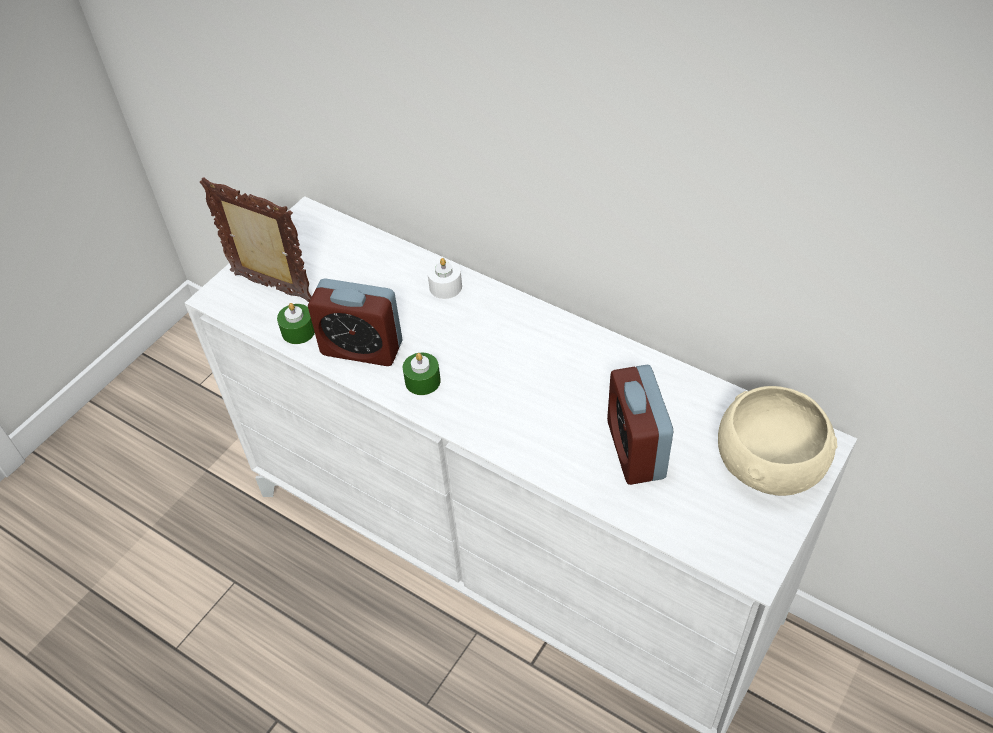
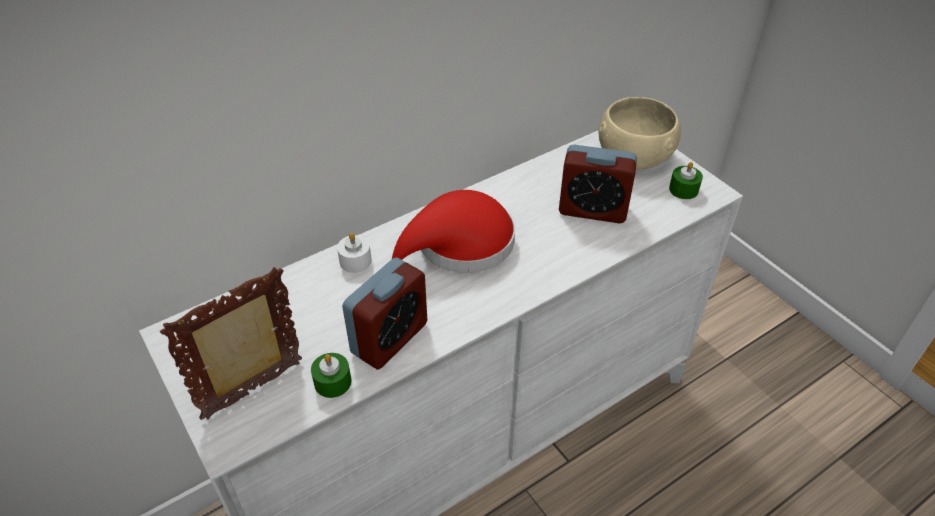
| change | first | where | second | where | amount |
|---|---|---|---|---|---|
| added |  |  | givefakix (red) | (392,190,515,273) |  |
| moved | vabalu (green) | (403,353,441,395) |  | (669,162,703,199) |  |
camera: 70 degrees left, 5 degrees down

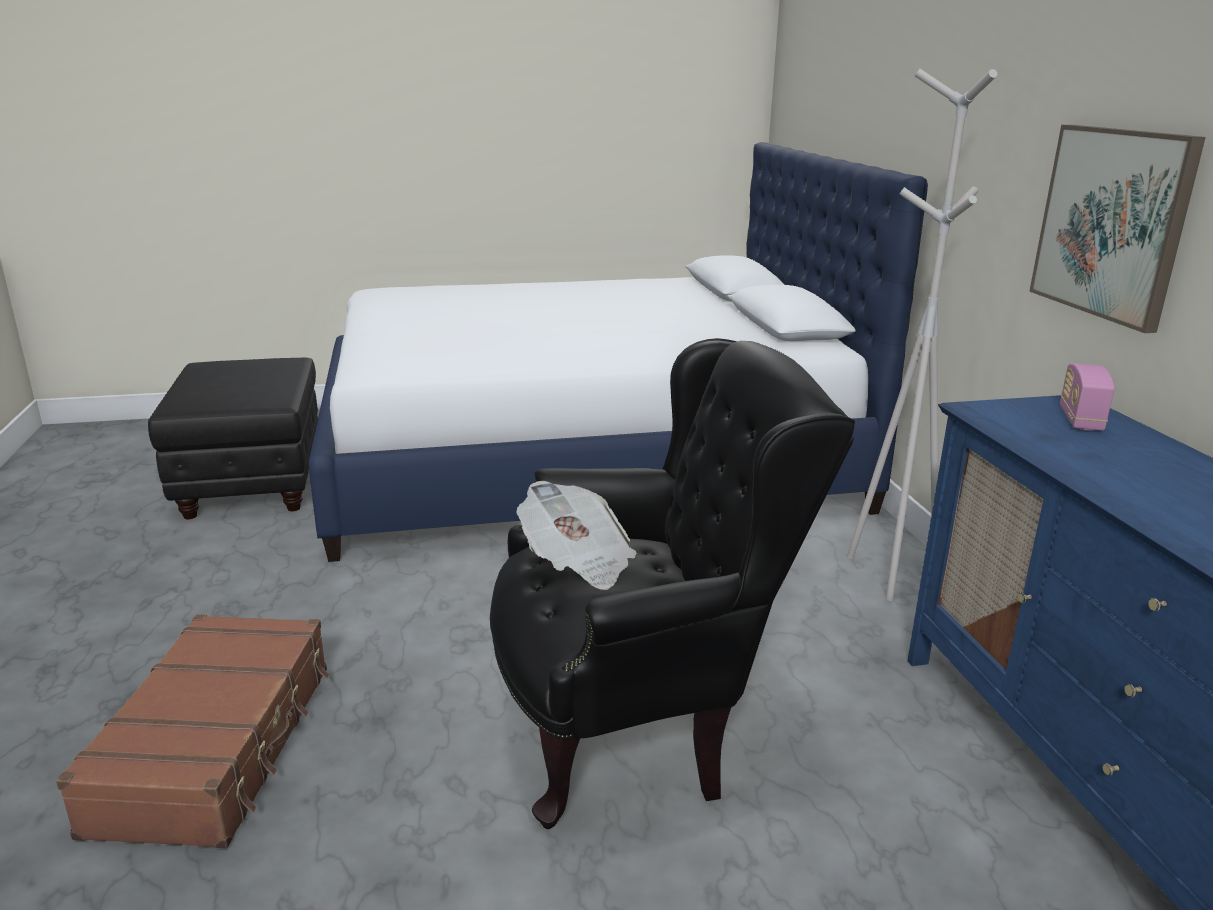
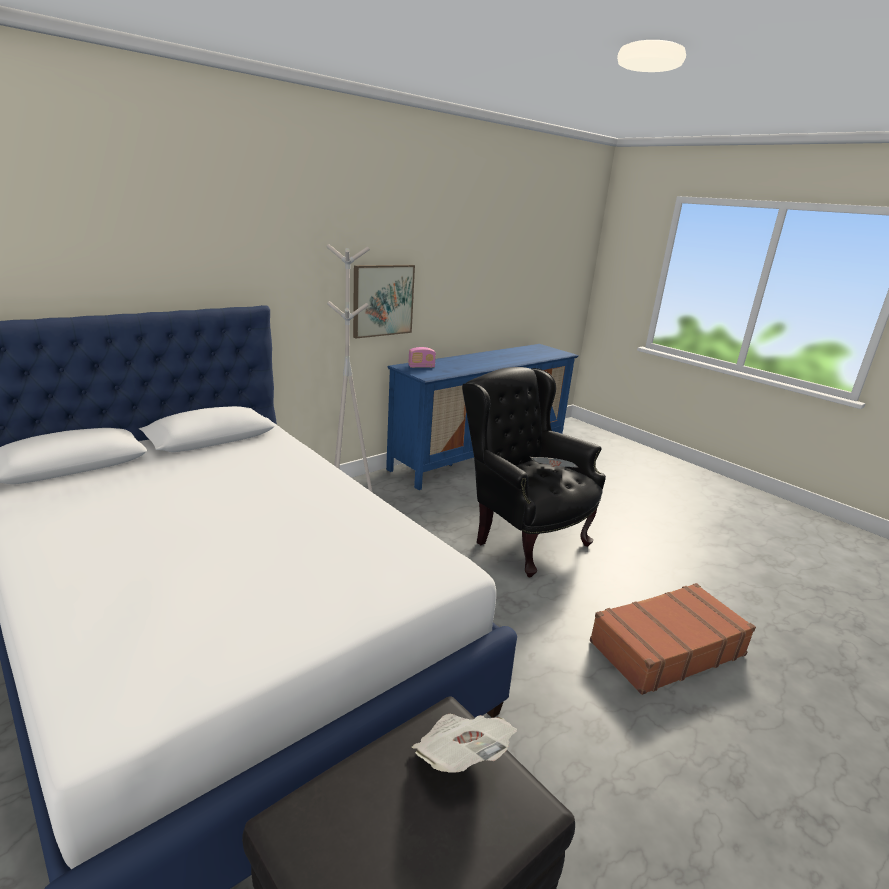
| change | first | where | second | where | amount |
|---|---|---|---|---|---|
| added |  |  | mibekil | (412,714,517,773) |  |
camera: 120 degrees left, 0 degrees up

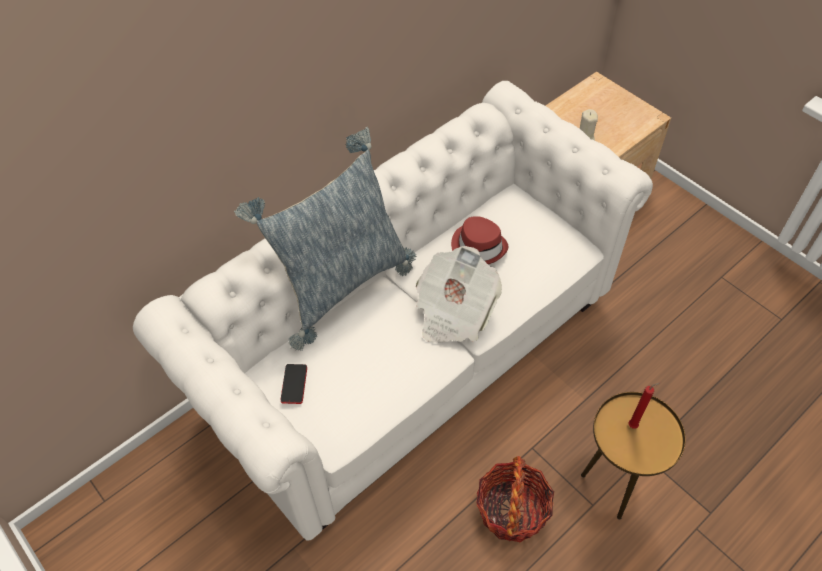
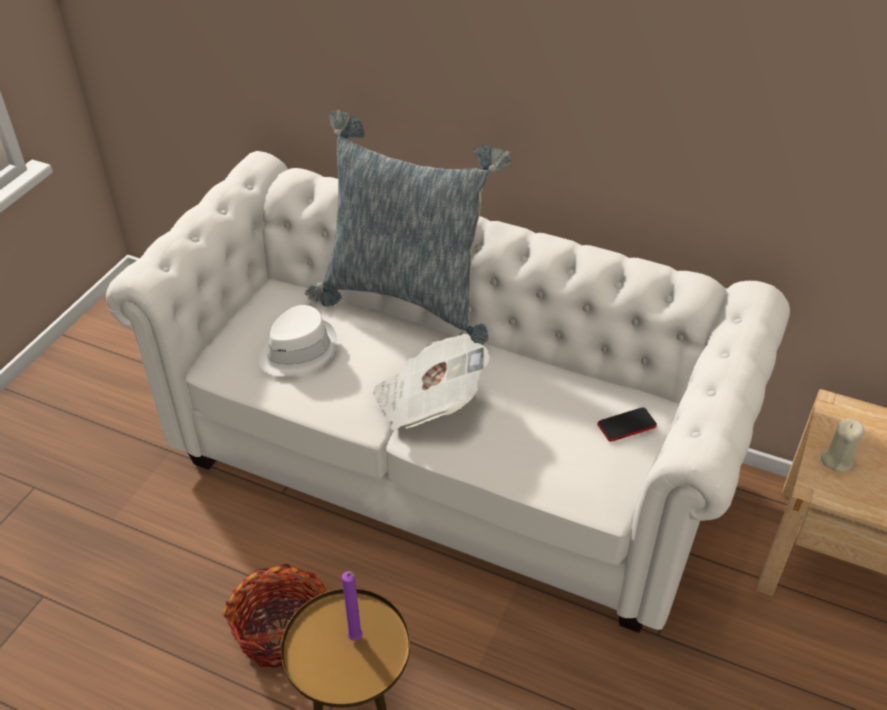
| change | first | where | second | where | amount |
|---|---|---|---|---|---|
| added |  |  | givefakix (white) | (259,305,337,377) |  |
| recoloured | vabalu (red) | (628,382,661,429) | vabalu (purple) | (342,571,363,641) |  |
| moved | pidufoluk | (281,364,307,404) |  | (597,407,657,442) |  |
| removed | givefakix (red) | (451,216,508,264) |  |  |  |
camera: 65 degrees right, 10 degrees down

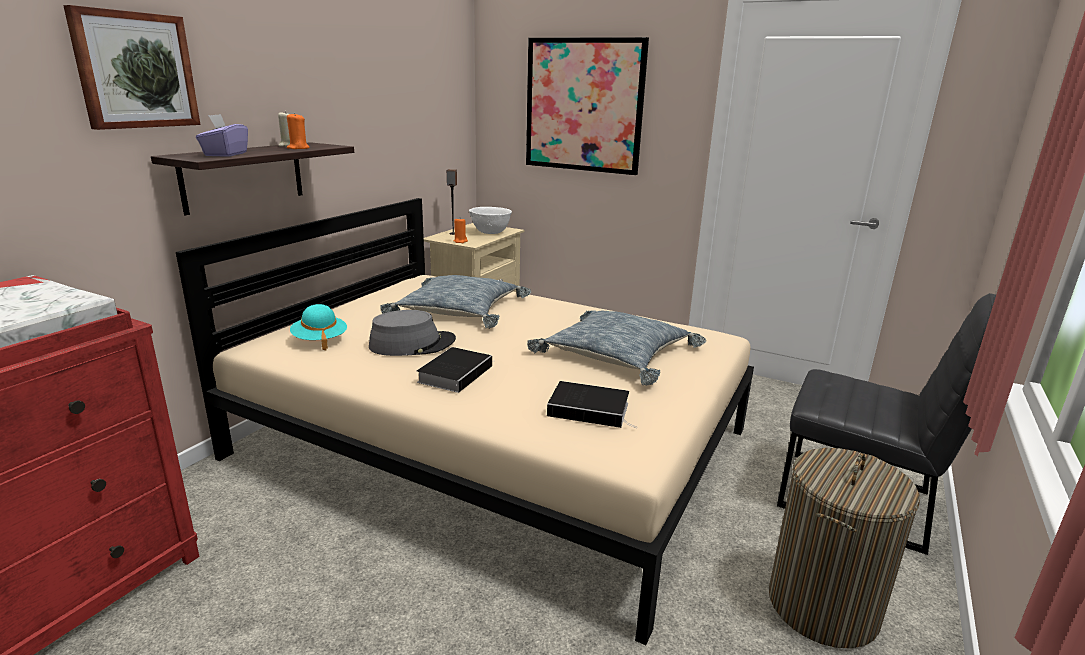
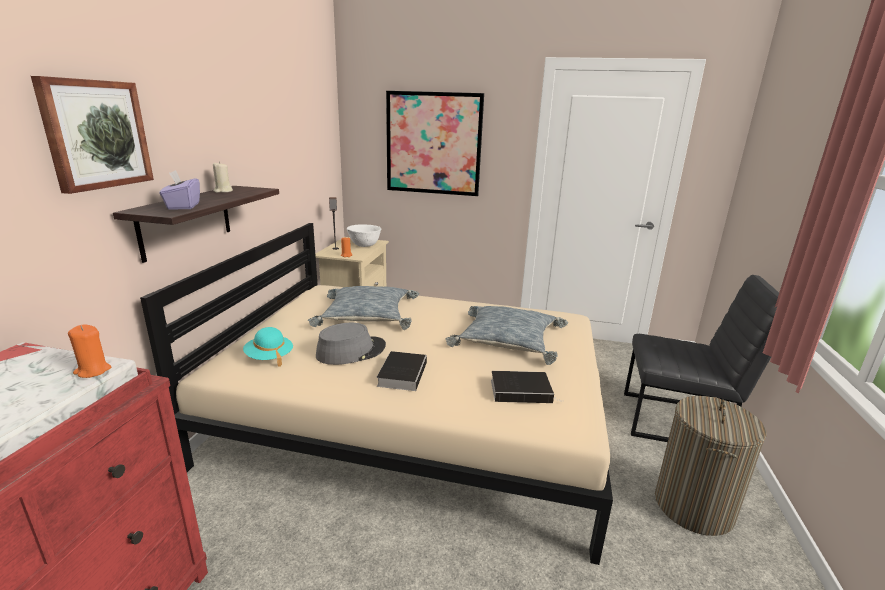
| change | first | where | second | where | amount |
|---|---|---|---|---|---|
| moved | vabalu (orange) | (287,112,310,149) |  | (68,324,111,378) |  |
camera: 15 degrees left, 0 degrees up

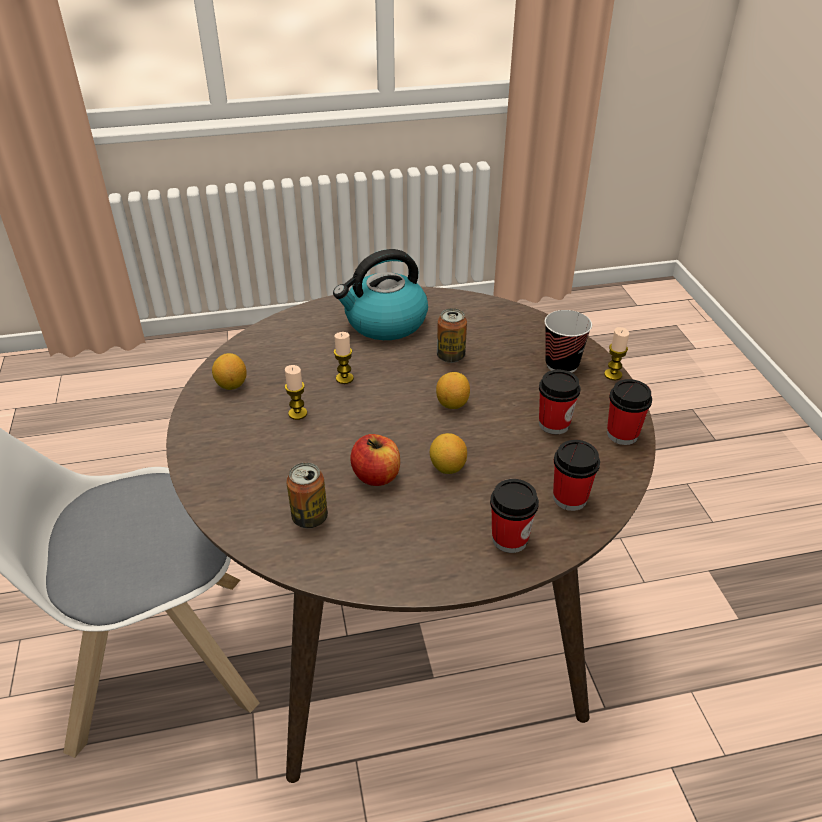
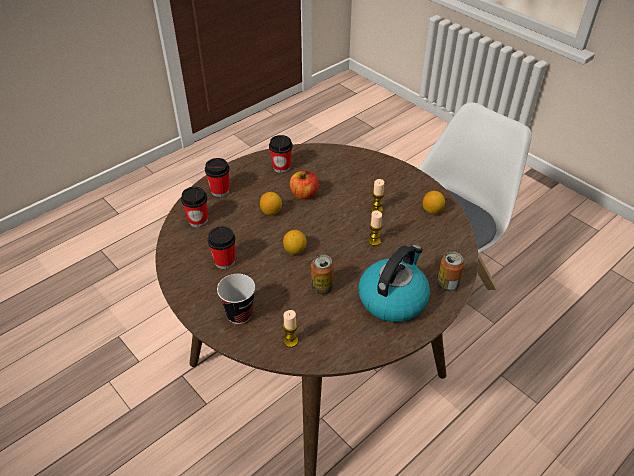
| change | first | where | second | where | amount |
|---|---|---|---|---|---|
| moved | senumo | (607,379,652,445) |  | (269,135,293,173) |  |
| moved | vabalu | (604,327,629,380) |  | (283,310,298,347) |  |
| moved | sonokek | (286,463,328,528) |  | (437,251,465,291) |  |
camera: 150 degrees right, 5 degrees up

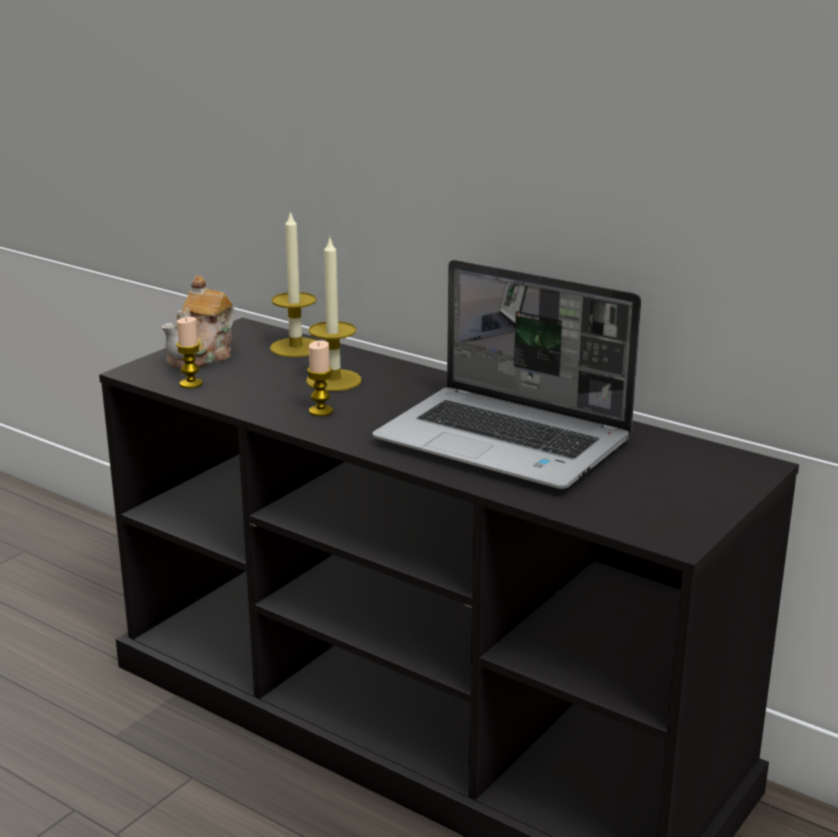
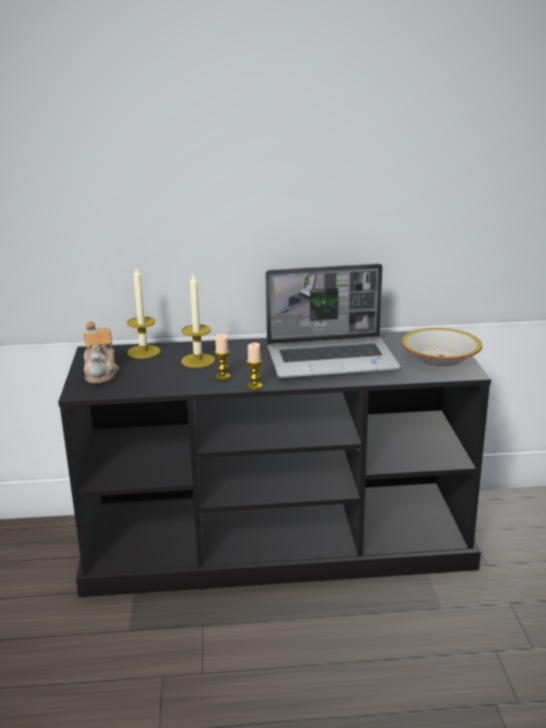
| change | first | where | second | where | amount |
|---|---|---|---|---|---|
| moved | vabalu | (176,317,203,389) |  | (246,343,262,390) |  |
| added |  |  | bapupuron | (401,328,482,366) |  |
camera: 40 degrees left, 0 degrees up

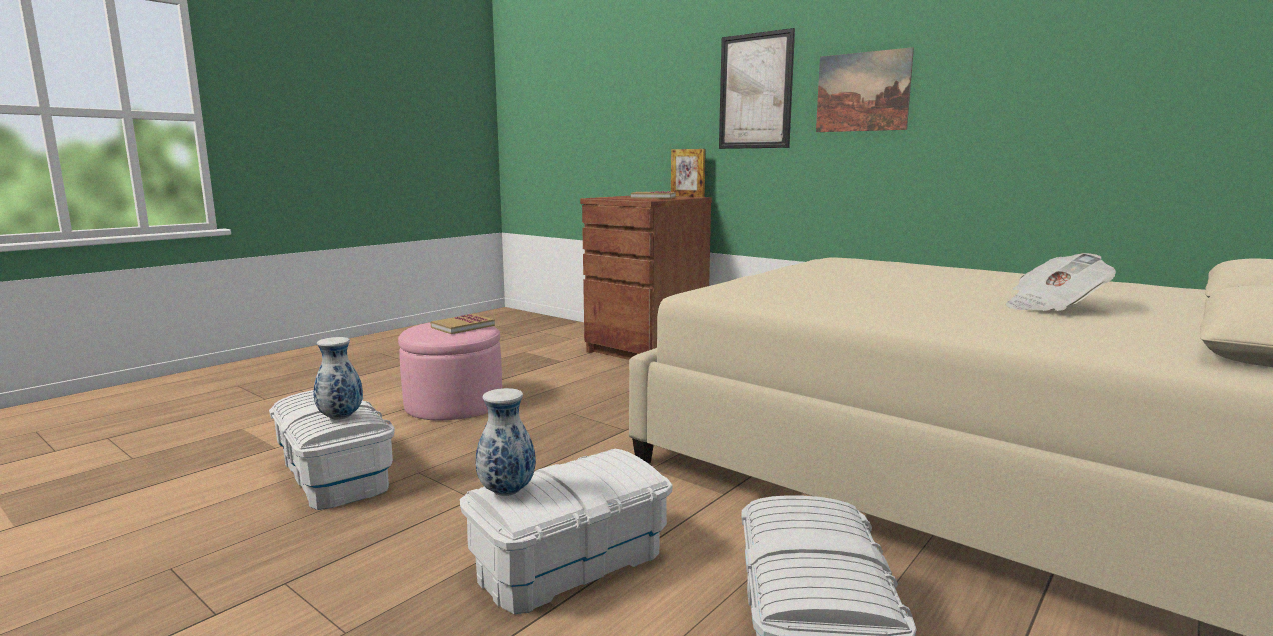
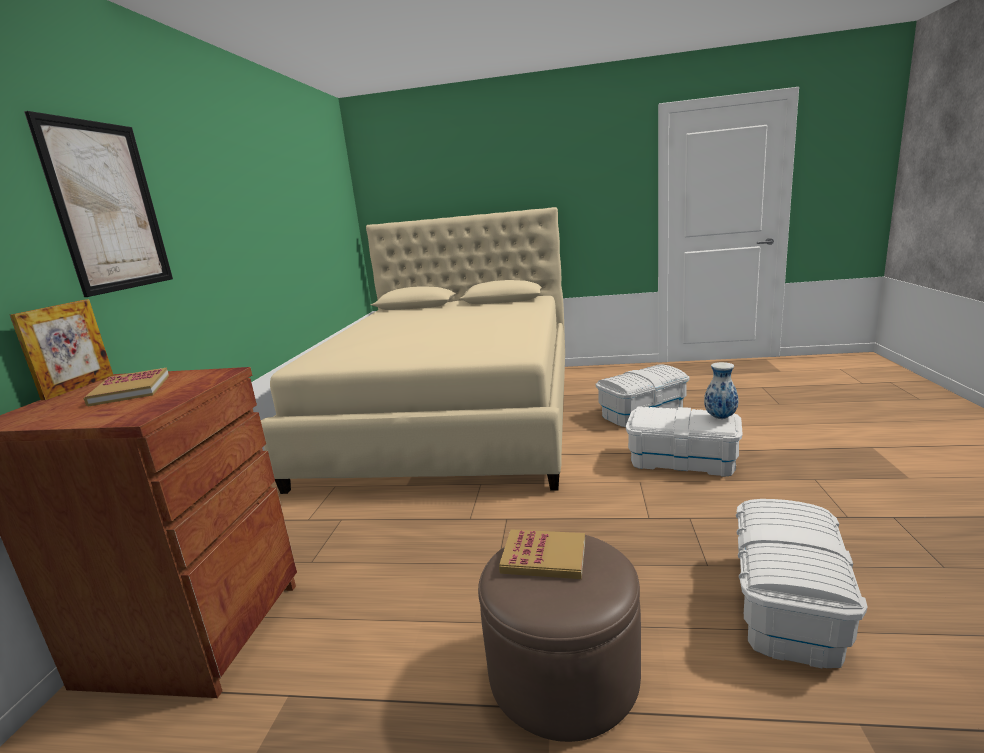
| change | first | where | second | where | amount |
|---|---|---|---|---|---|
| recoloured | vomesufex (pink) | (398,323,502,420) | vomesufex (brown) | (478,535,641,742) |  |
| removed | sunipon | (313,337,363,420) |  |  |  |
| removed | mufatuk | (816,47,914,132) |  |  |  |
| removed | mibekil | (1005,253,1116,311) |  |  |  |
camera: 120 degrees left, 5 degrees up

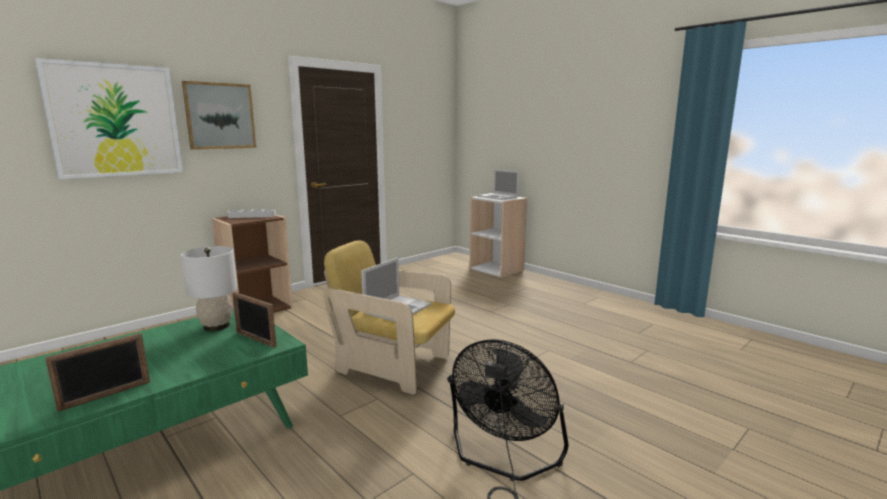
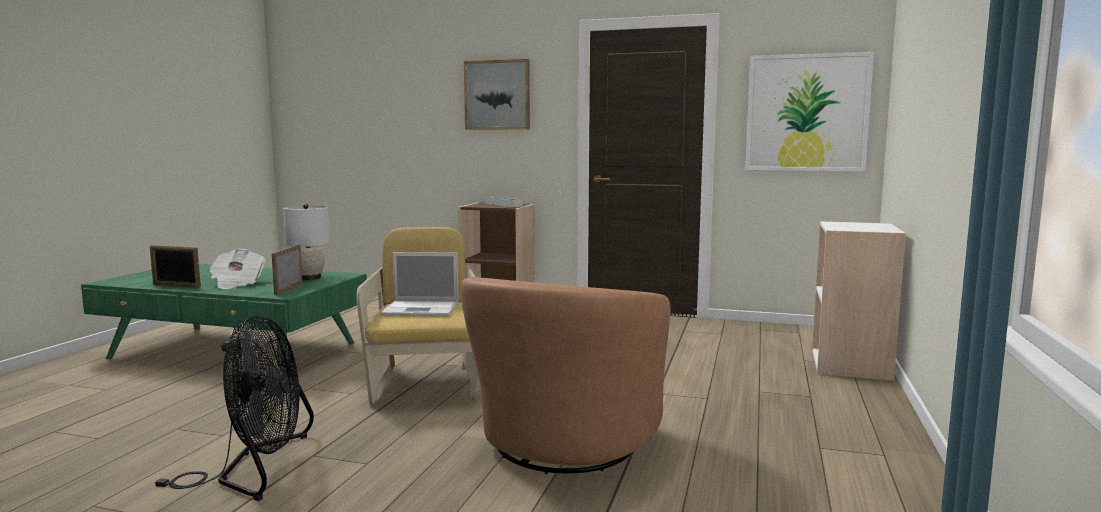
| change | first | where | second | where | amount |
|---|---|---|---|---|---|
| added |  |  | mibekil | (209,249,266,289) |  |
| added |  |  | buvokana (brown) | (461,277,671,474) |  |
| moved | mufatuk | (35,58,183,179) |  | (745,52,874,171) |  |
| removed | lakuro | (477,169,520,200) |  |  |  |
camera: 60 degrees right, 5 degrees down

